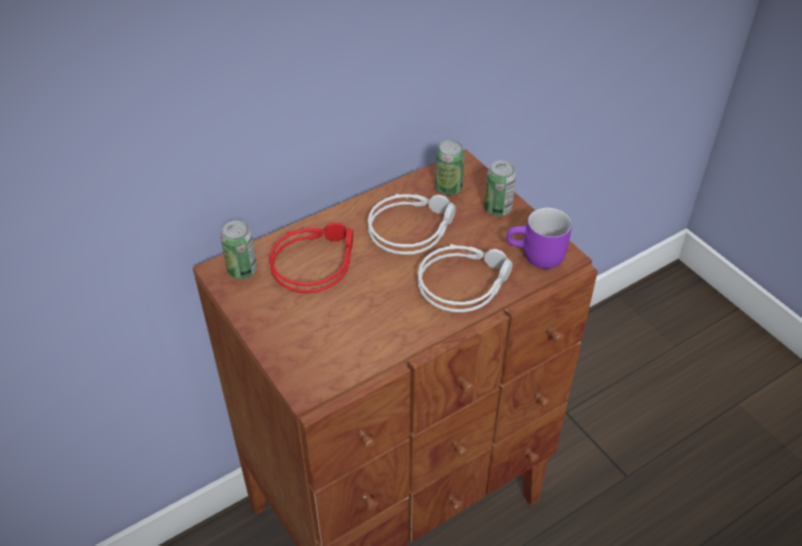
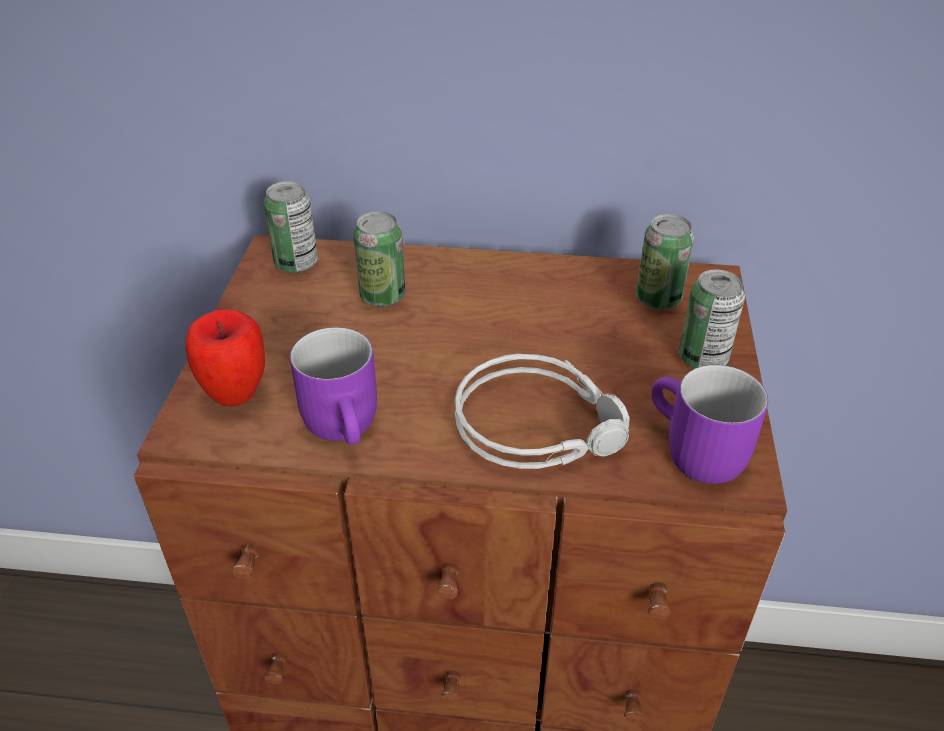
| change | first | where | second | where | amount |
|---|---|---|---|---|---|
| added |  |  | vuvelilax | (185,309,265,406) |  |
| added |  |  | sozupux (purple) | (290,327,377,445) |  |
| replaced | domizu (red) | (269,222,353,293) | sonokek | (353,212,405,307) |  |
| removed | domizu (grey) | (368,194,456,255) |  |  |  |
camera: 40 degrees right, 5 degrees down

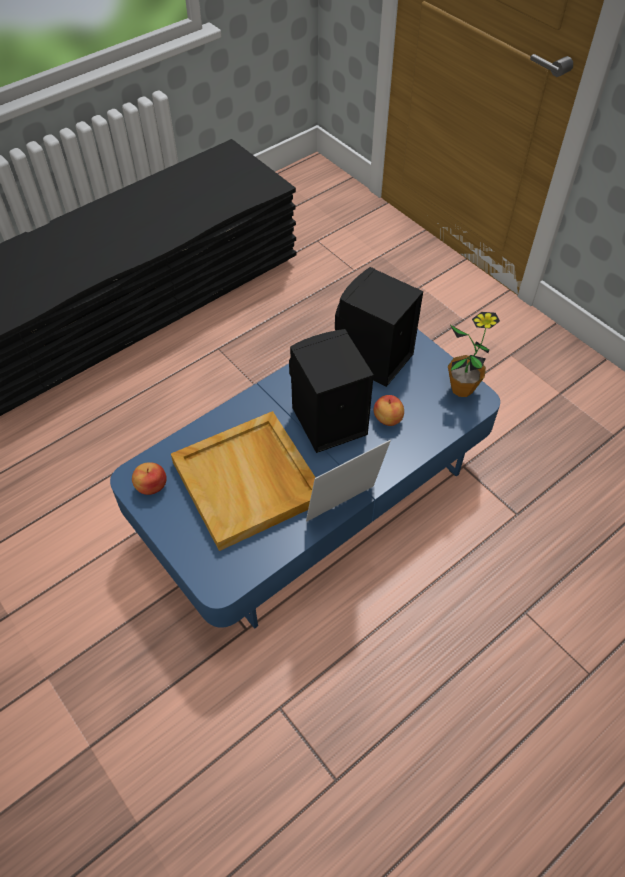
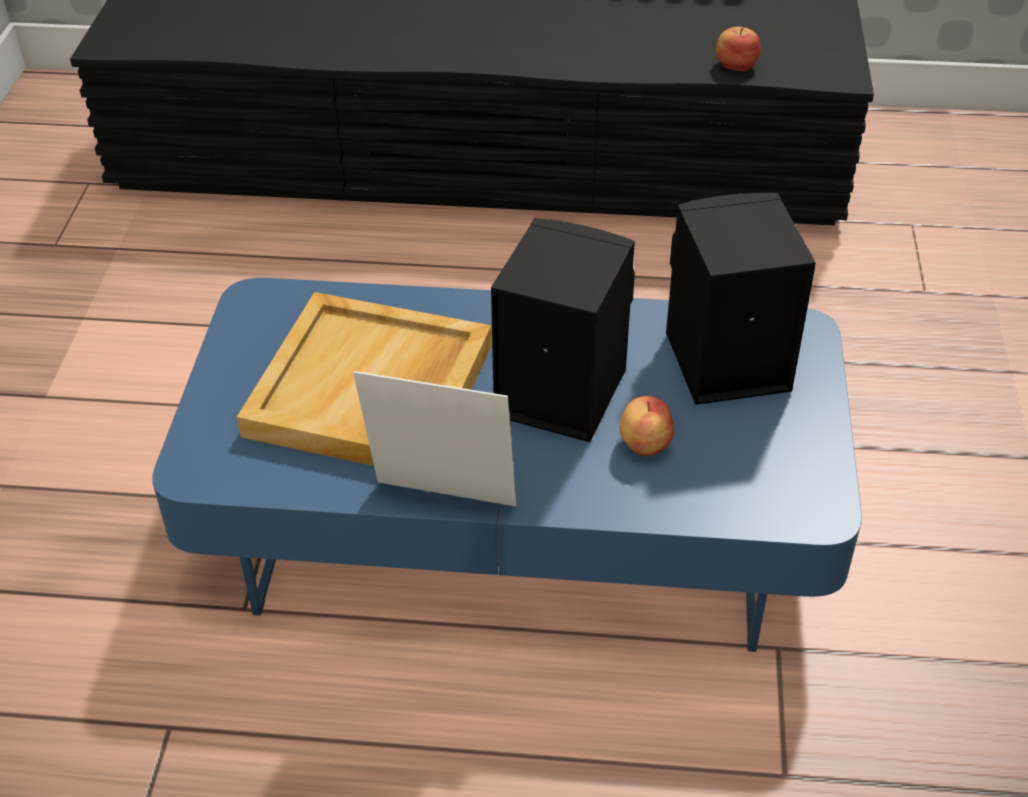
| change | first | where | second | where | amount |
|---|---|---|---|---|---|
| moved | vuvelilax | (132,462,167,495) |  | (716,27,761,71) |  |
| removed | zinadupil | (448,312,500,397) |  |  |  |
camera: 45 degrees right, 10 degrees down

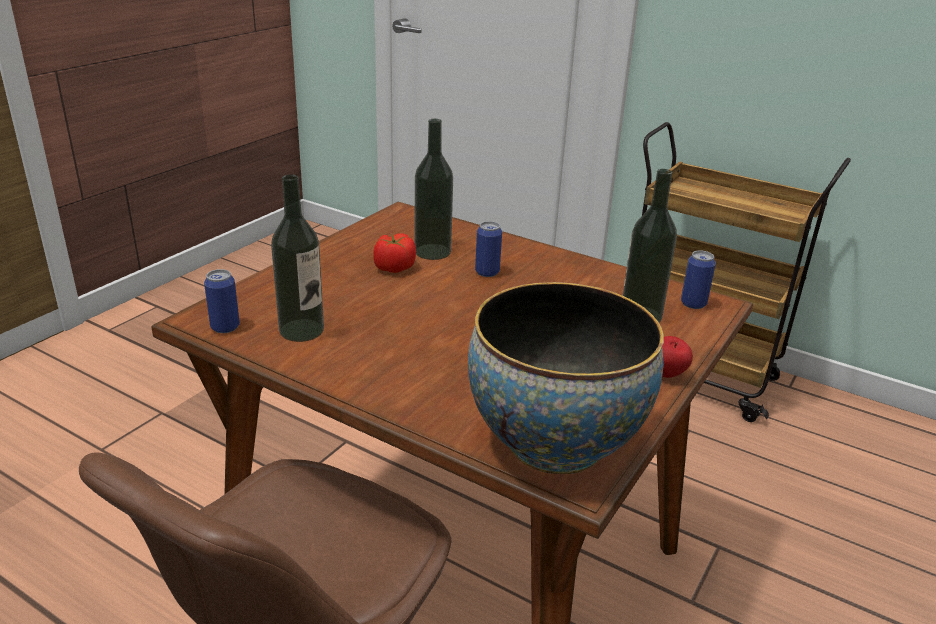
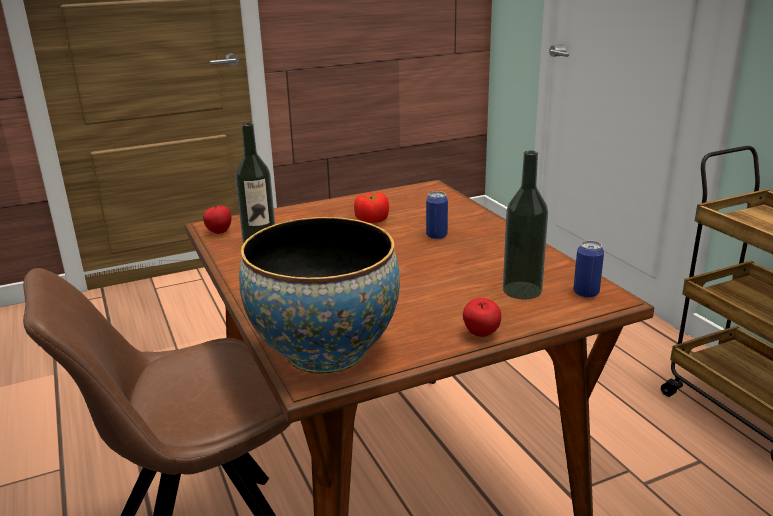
| change | first | where | second | where | amount |
|---|---|---|---|---|---|
| replaced | sonokek | (204,269,240,333) | vuvelilax | (203,205,232,234) |  |
| removed | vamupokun | (414,119,453,260) |  |  |  |
camera: 35 degrees right, 5 degrees down

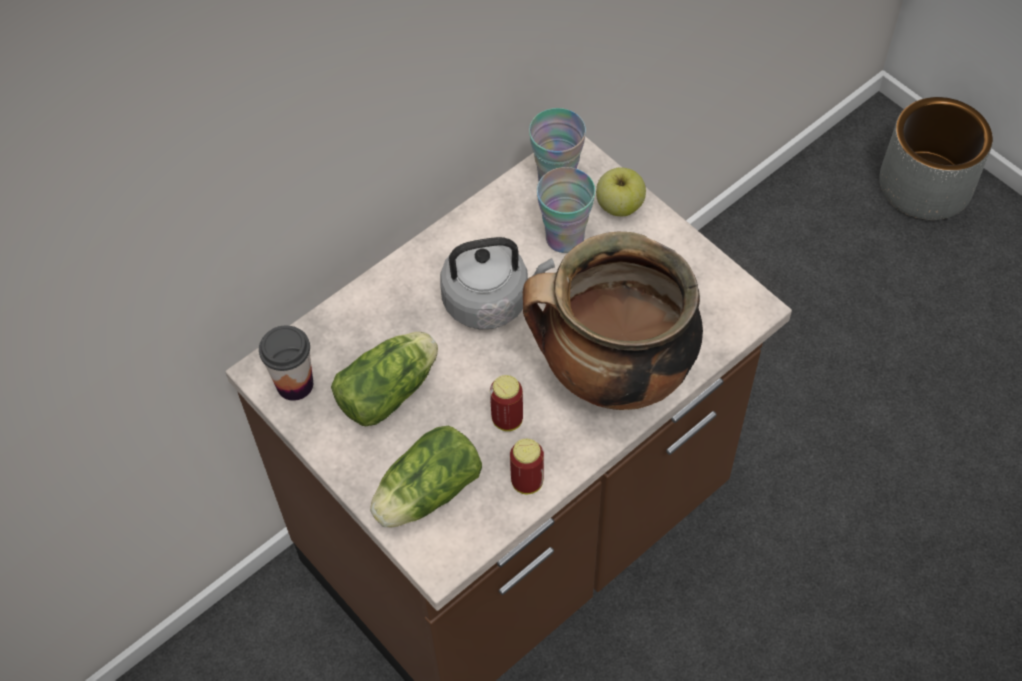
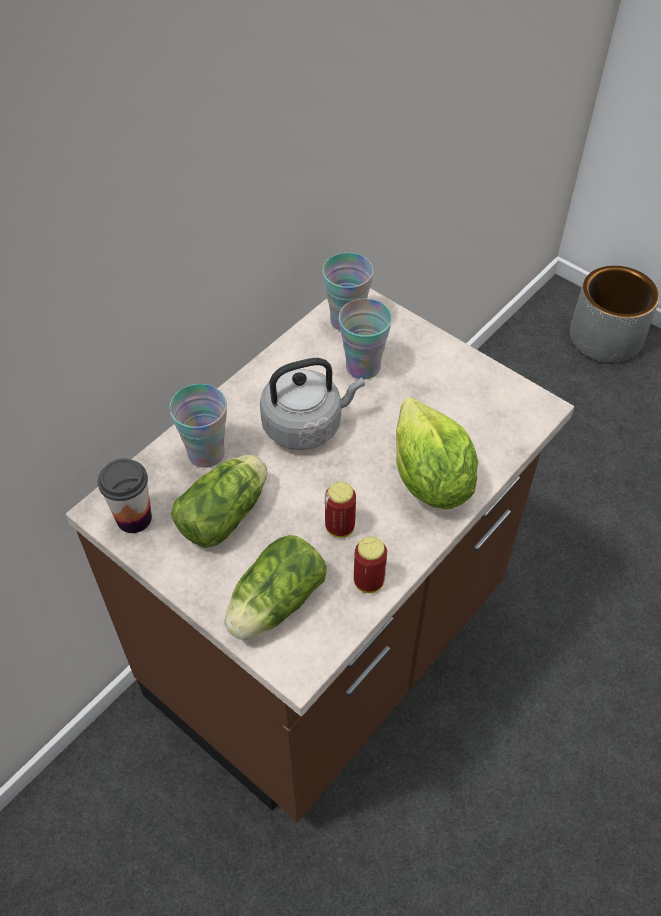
| change | first | where | second | where | amount |
|---|---|---|---|---|---|
| added |  |  | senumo | (169,384,227,468) |  |
| replaced | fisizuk | (523,232,703,410) | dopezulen | (396,398,478,509) |  |
| removed | vuvelilax | (596,167,646,216) |  |  |  |
camera: 10 degrees left, 5 degrees down

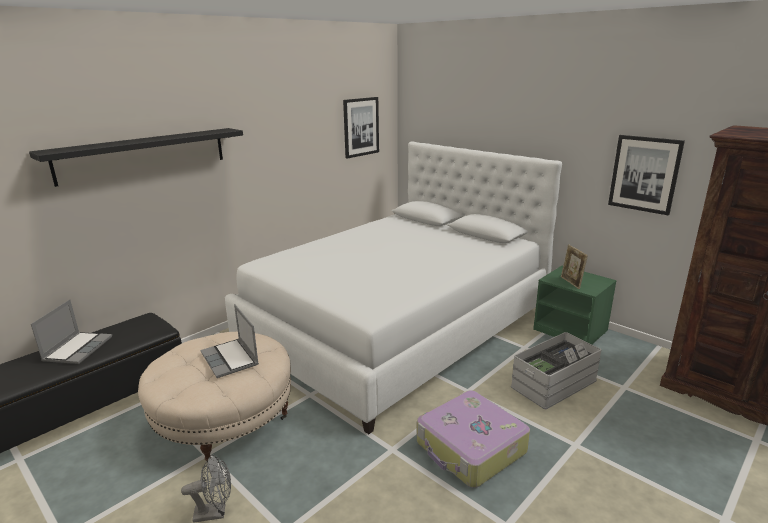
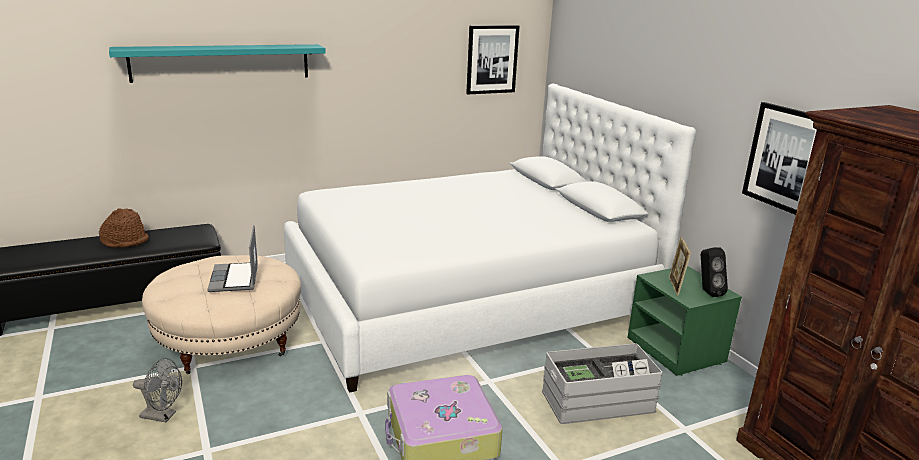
| change | first | where | second | where | amount |
|---|---|---|---|---|---|
| replaced | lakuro | (31,300,112,364) | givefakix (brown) | (99,208,149,248) |  |
| recoloured | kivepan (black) | (29,128,243,187) | kivepan (turquoise) | (109,44,326,83) |  |
| added |  |  | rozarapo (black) | (701,247,728,297) |  |
camera: 20 degrees right, 0 degrees up

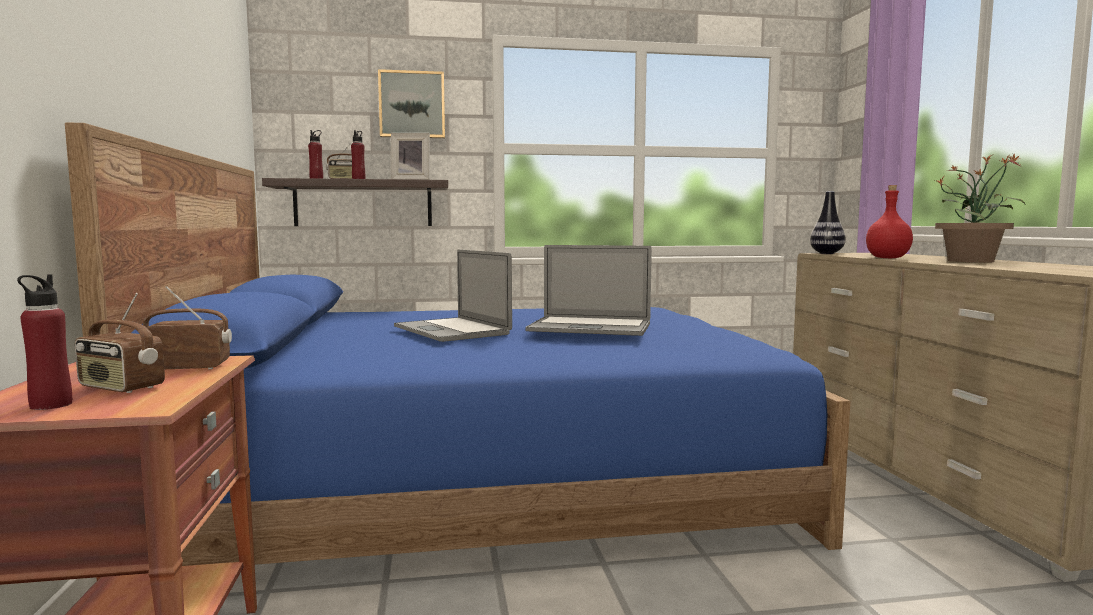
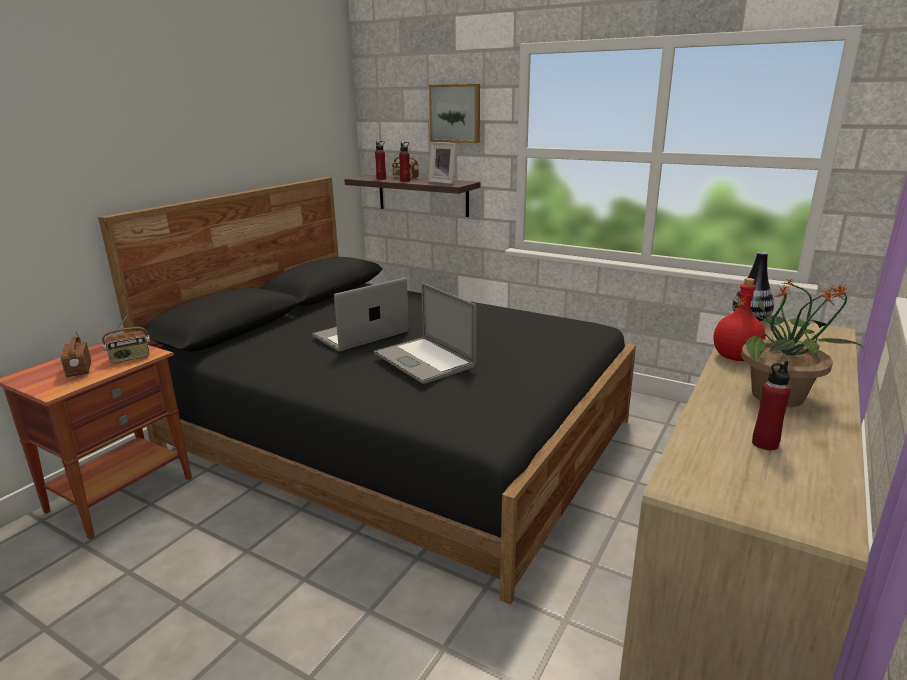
| change | first | where | second | where | amount |
|---|---|---|---|---|---|
| recoloured | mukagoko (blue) | (65,122,850,566) | mukagoko (black) | (98,177,636,605) |  |
| turned | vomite | (143,286,232,369) |  | (102,314,150,363) | 120 degrees clockwise |
| turned | lakuro | (394,249,512,342) |  | (312,277,409,352) | 45 degrees clockwise |
| moved | vamupokun (red) | (17,274,72,410) |  | (752,361,791,451) |  |
camera: 40 degrees right, 15 degrees up

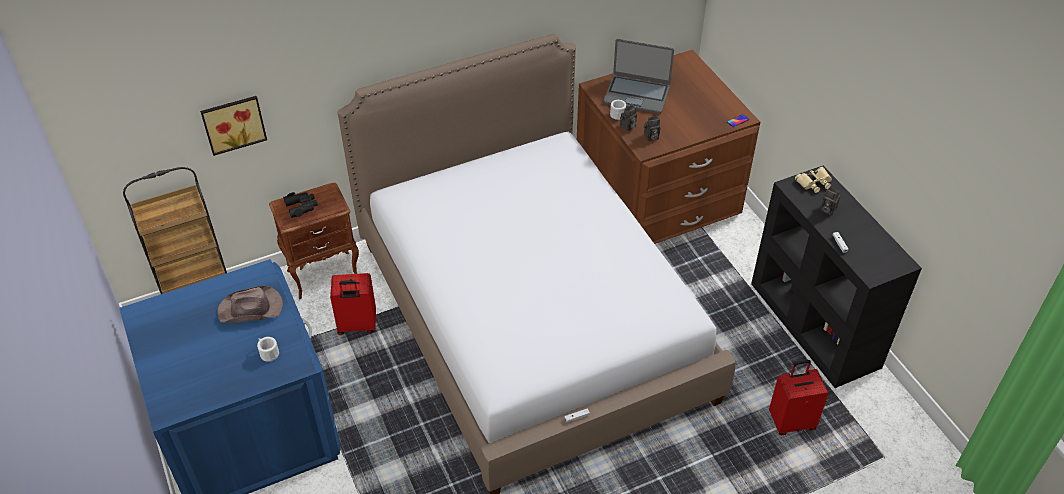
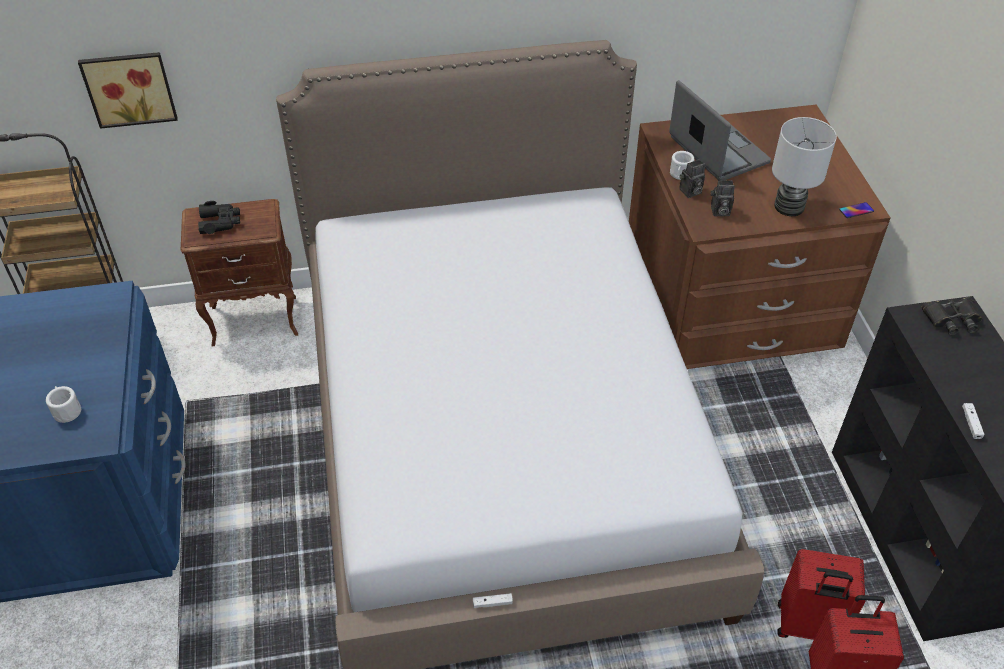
| change | first | where | second | where | amount |
|---|---|---|---|---|---|
| turned | lakuro | (604,39,674,114) |  | (669,80,771,181) | 150 degrees counterclockwise |
| added |  |  | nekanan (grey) | (772,117,837,216) |  |
| moved | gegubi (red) | (330,273,376,335) |  | (777,549,865,640) |  |
| recoloured | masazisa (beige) | (795,167,832,193) | masazisa (black) | (921,297,982,336) |  |
| removed | givefakix (brown) | (218,286,283,323) |  |  |  |
| removed | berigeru | (820,187,840,215) |  |  |  |
camera: 15 degrees right, 0 degrees up

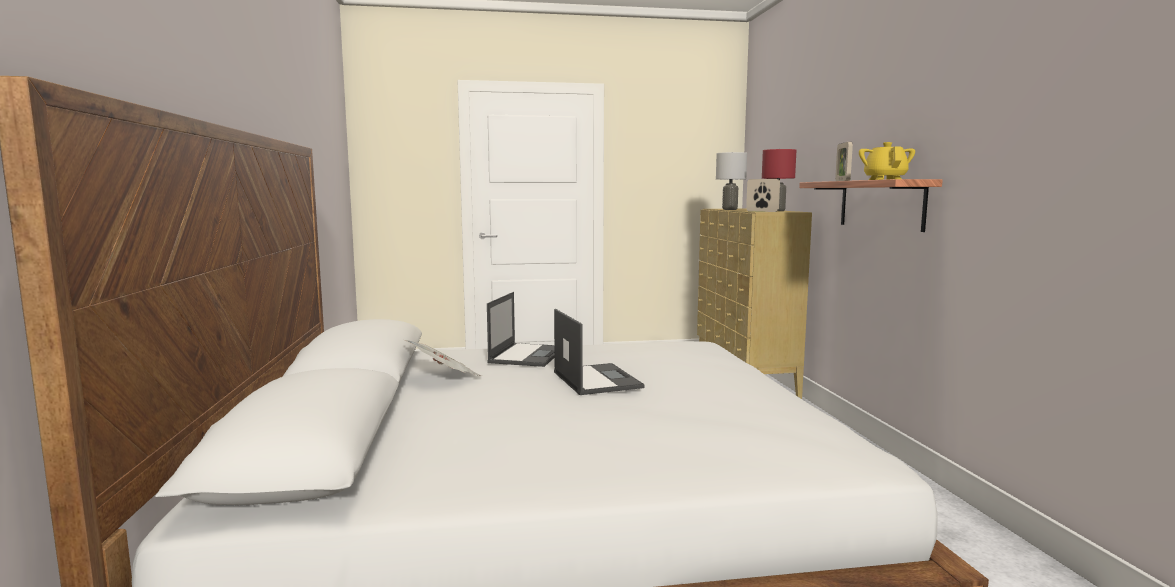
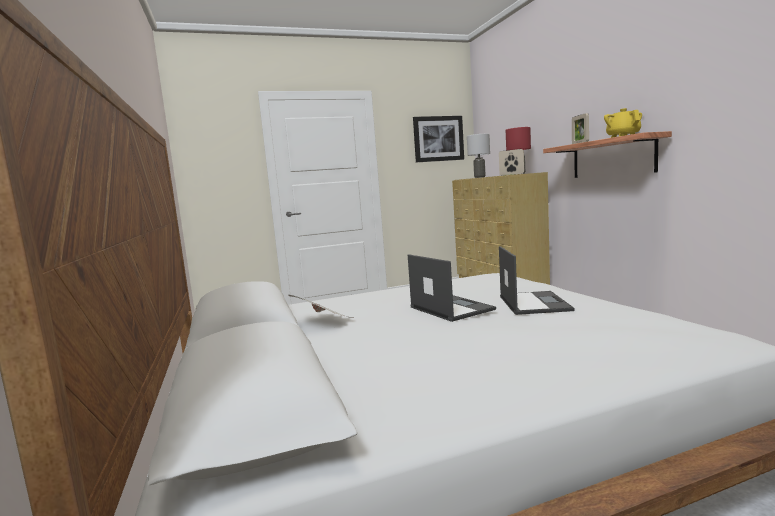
| change | first | where | second | where | amount |
|---|---|---|---|---|---|
| added |  |  | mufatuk | (413,116,464,162) |  |
| moved | lakuro | (487,292,555,367) |  | (499,246,575,315) |  |
camera: 10 degrees left, 0 degrees up

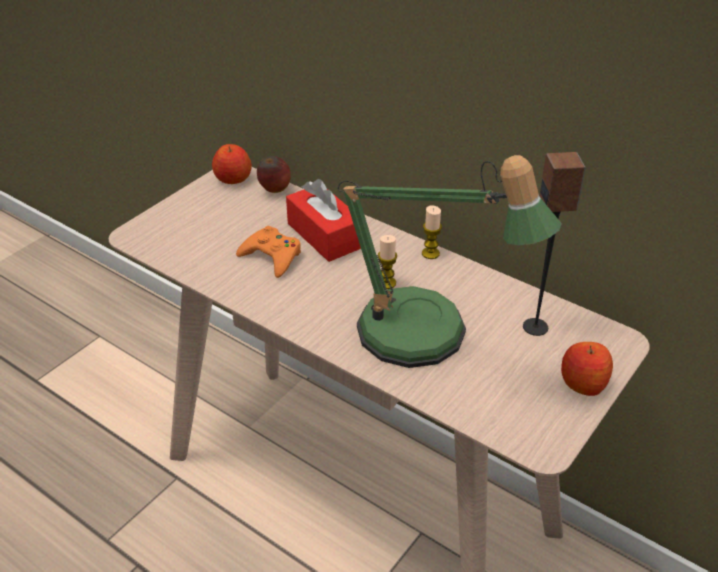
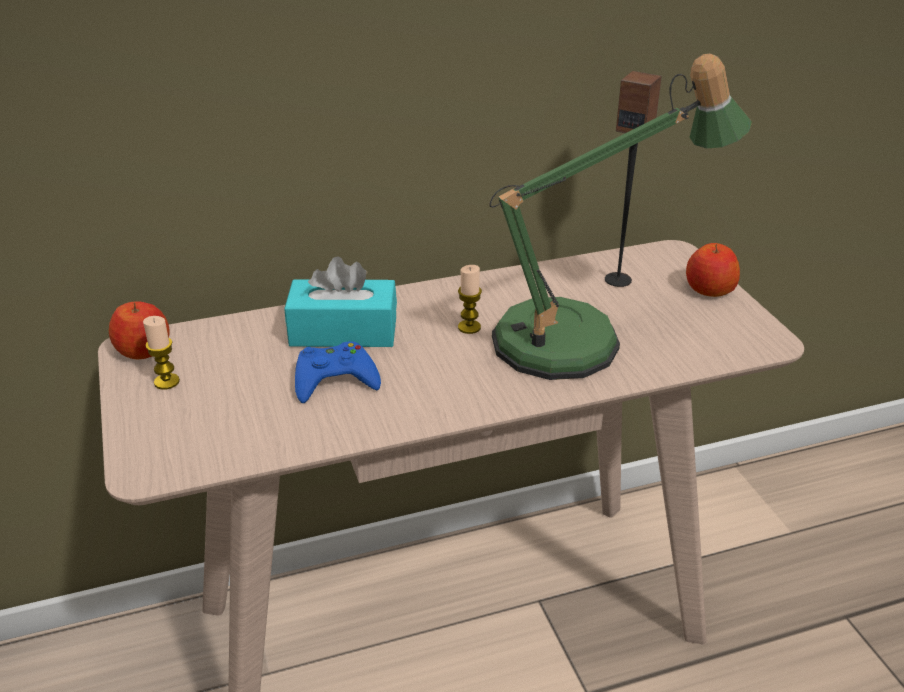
| change | first | where | second | where | amount |
|---|---|---|---|---|---|
| moved | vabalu | (422,205,442,259) |  | (143,316,180,390) |  |
| recoloured | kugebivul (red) | (286,179,361,262) | kugebivul (turquoise) | (284,256,397,347) |  |
| recoloured | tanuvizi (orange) | (236,226,301,278) | tanuvizi (blue) | (295,342,381,403) |  |
| removed | vuvelilax | (257,156,291,193) |  |  |  |
camera: 55 degrees left, 5 degrees down

